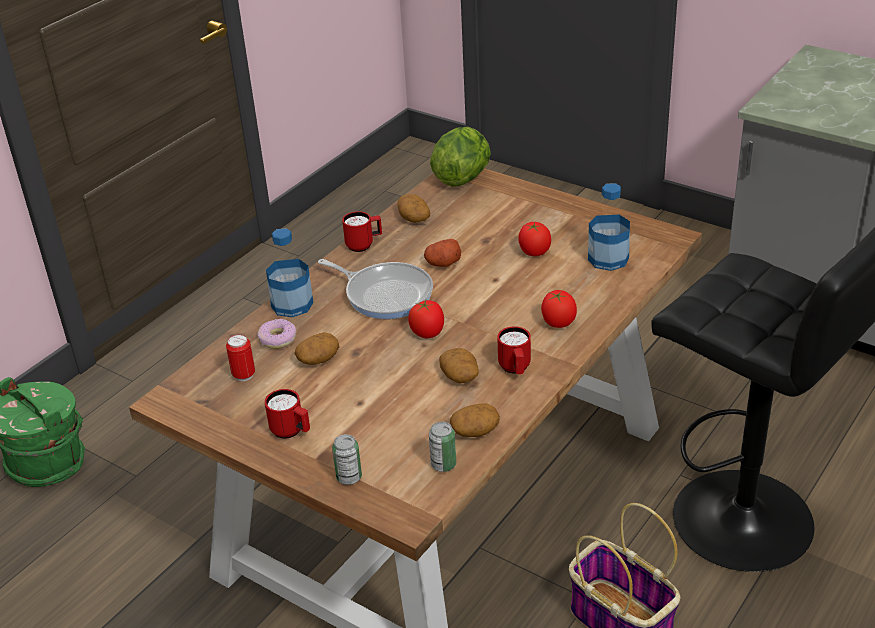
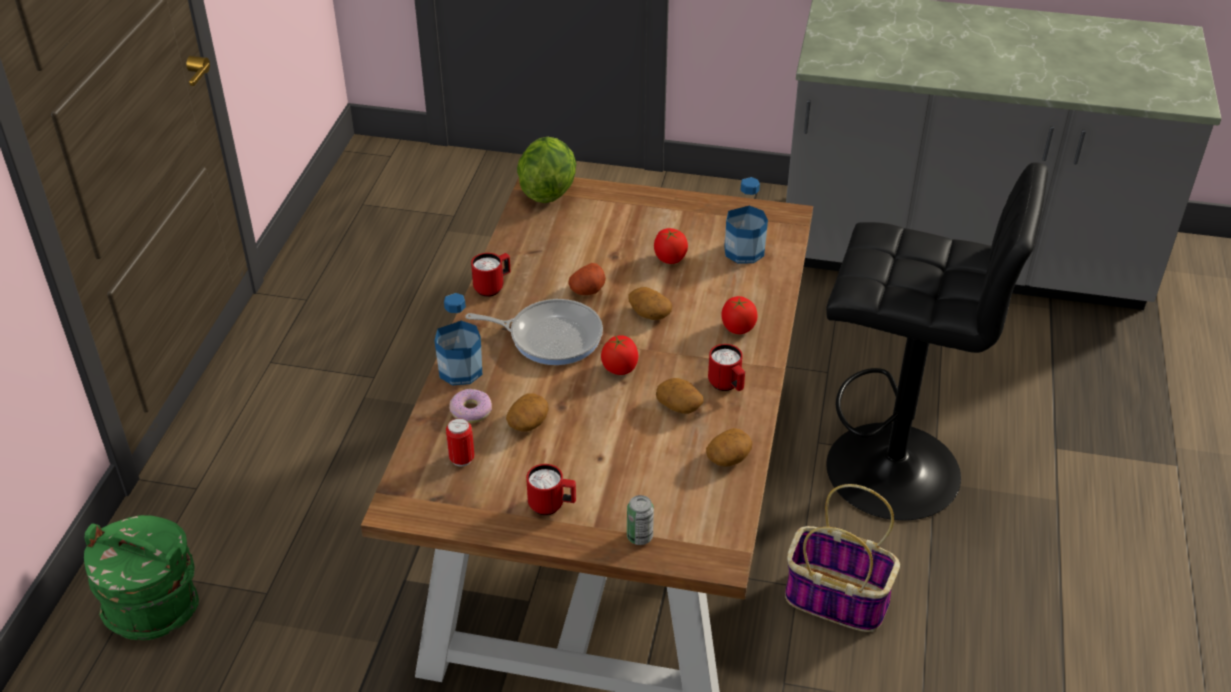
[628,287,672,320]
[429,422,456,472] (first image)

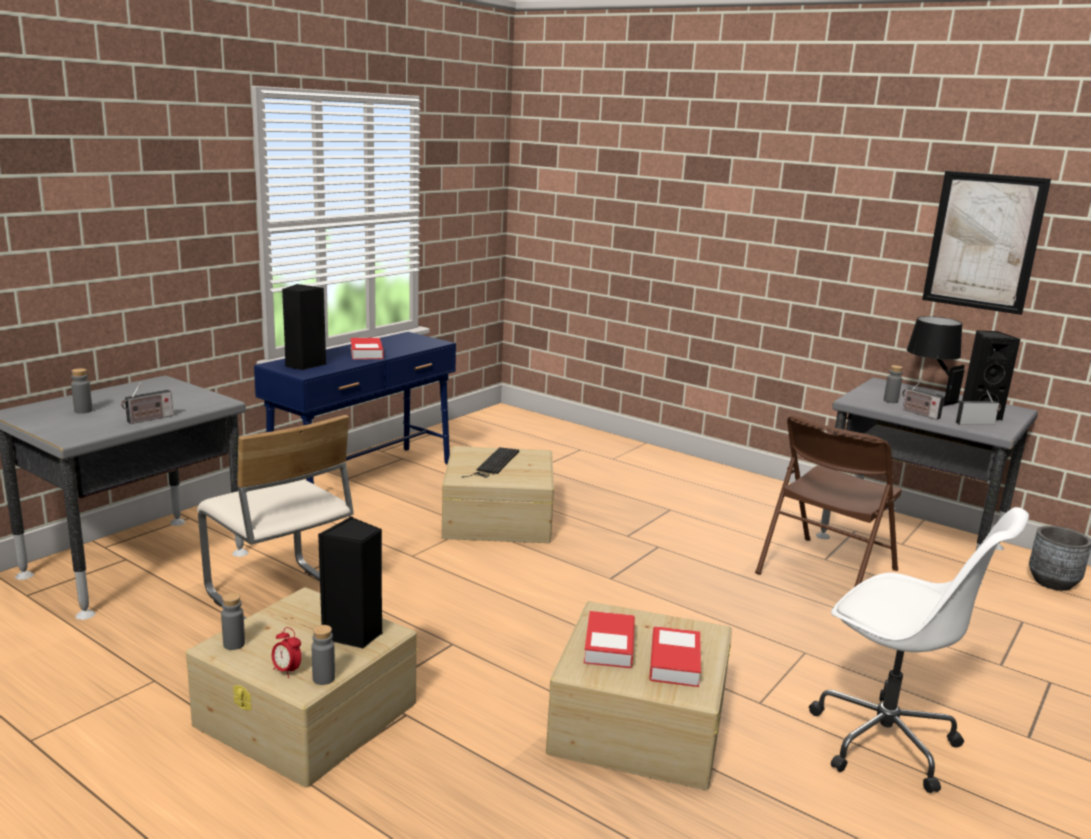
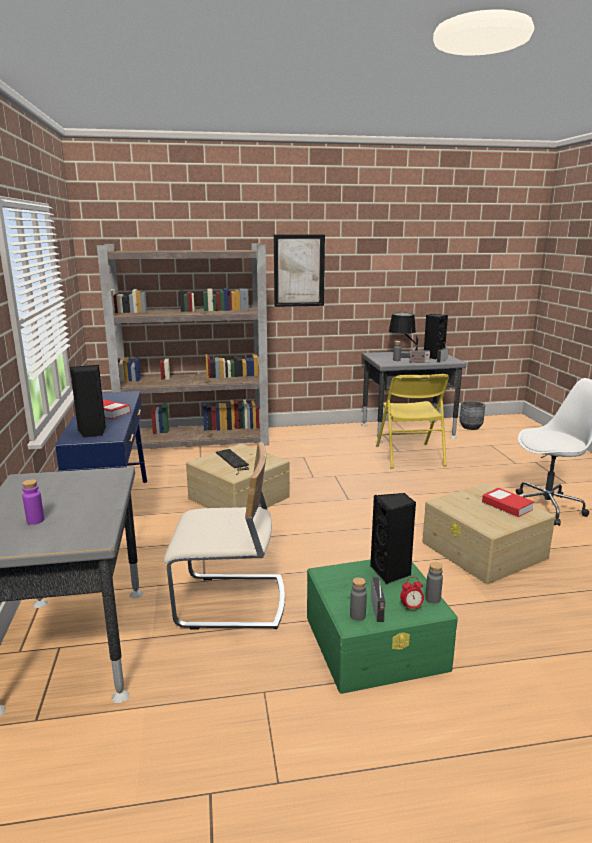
[22,479,44,525]
[371,577,385,622]
[307,560,458,694]
[584,611,635,668] (first image)
[376,374,449,469]
[274,234,325,307]
[97,243,269,450]

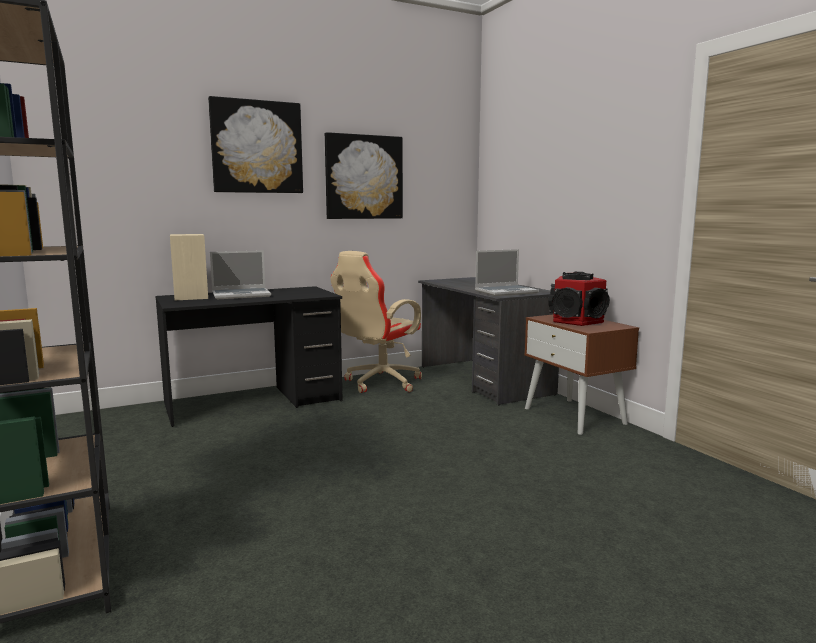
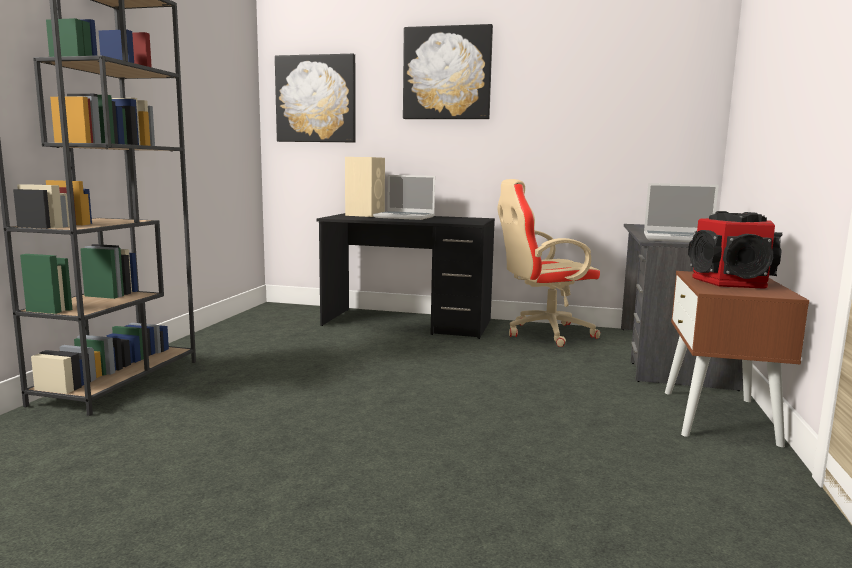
[275,54,356,143]

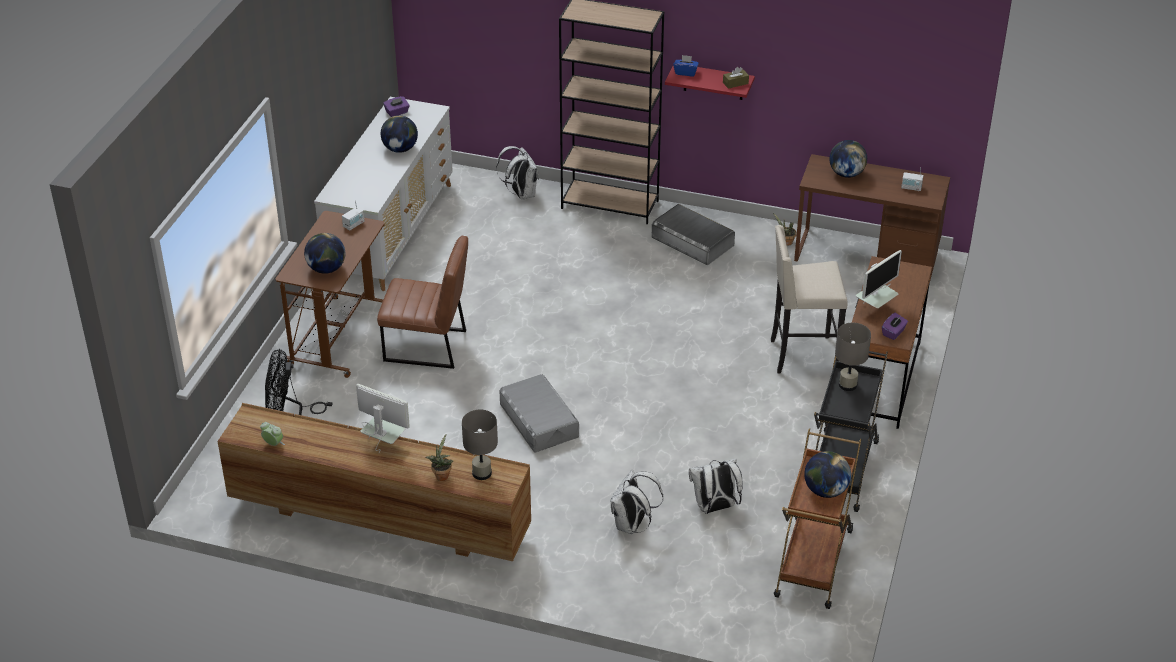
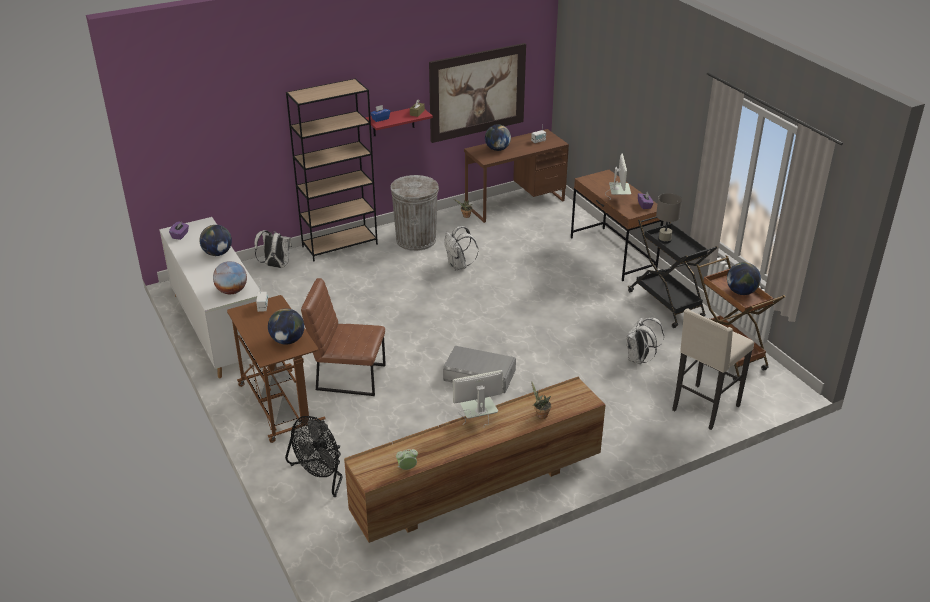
[301,278,386,396]
[462,410,498,480] (first image)
[445,226,478,271]
[390,175,439,251]
[672,309,754,430]
[213,261,247,294]
[429,43,526,143]

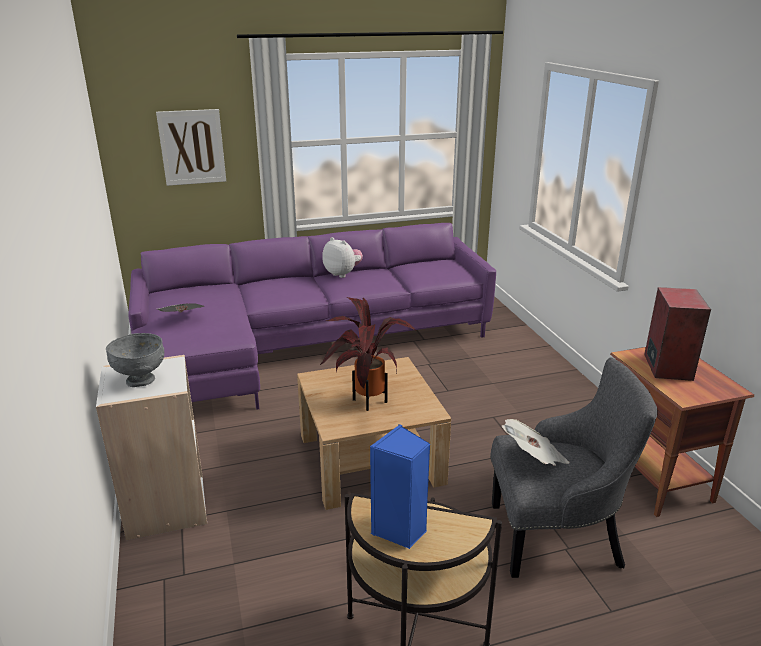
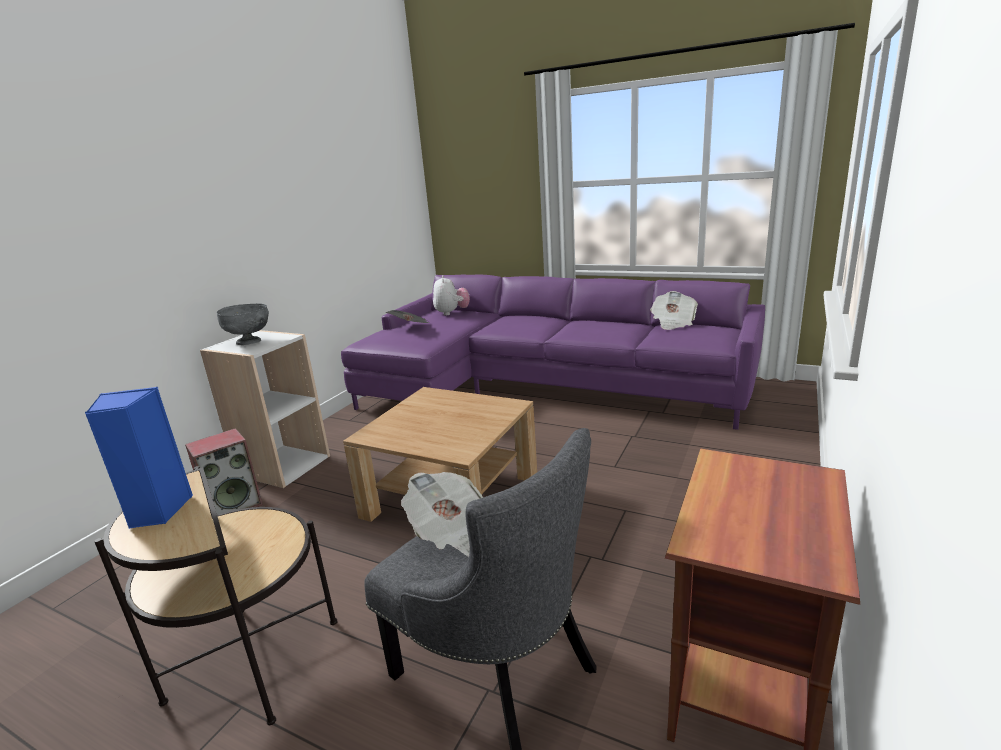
[156,109,226,186] (first image)
[320,297,415,411] (first image)
[433,275,470,315]
[185,428,263,514]
[650,291,698,330]

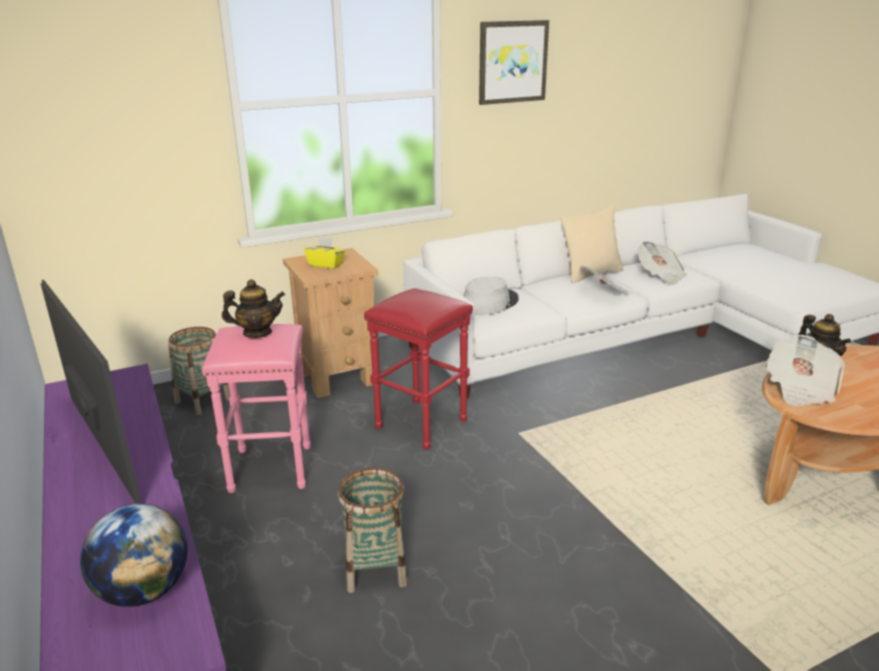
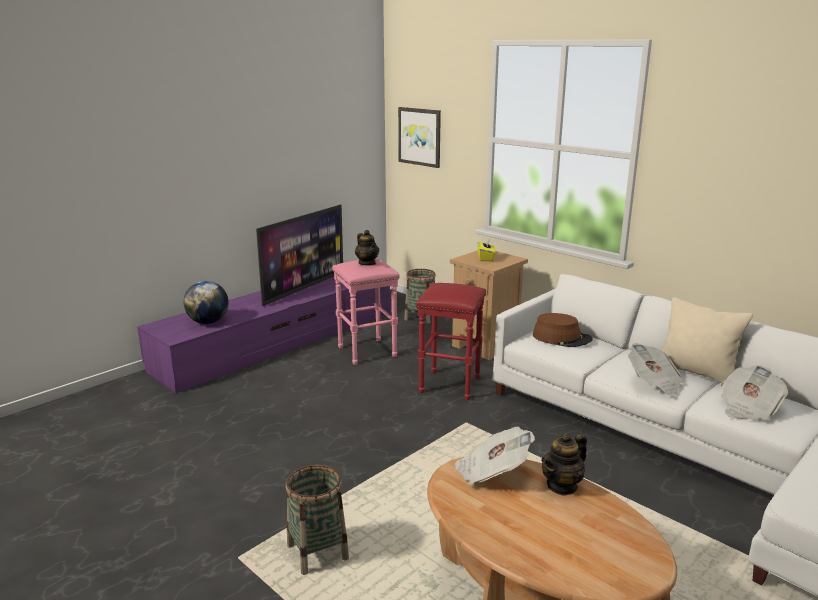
[286,464,349,575]
[533,313,593,347]
[398,107,441,168]

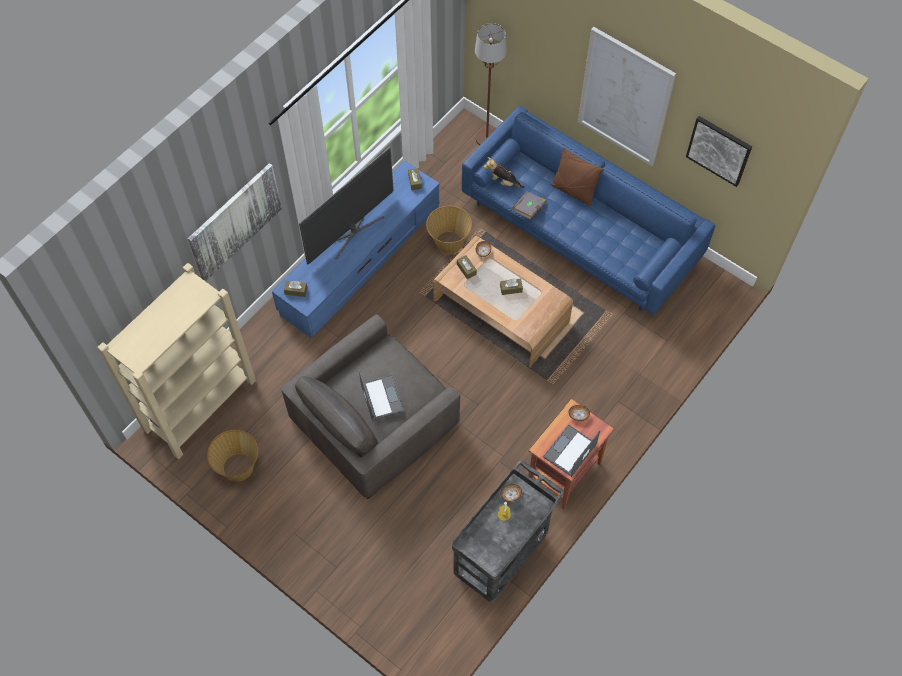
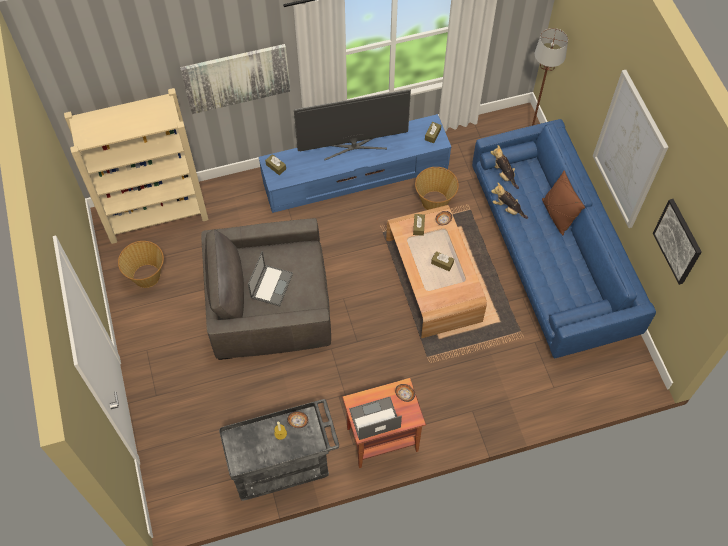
[491,183,528,219]

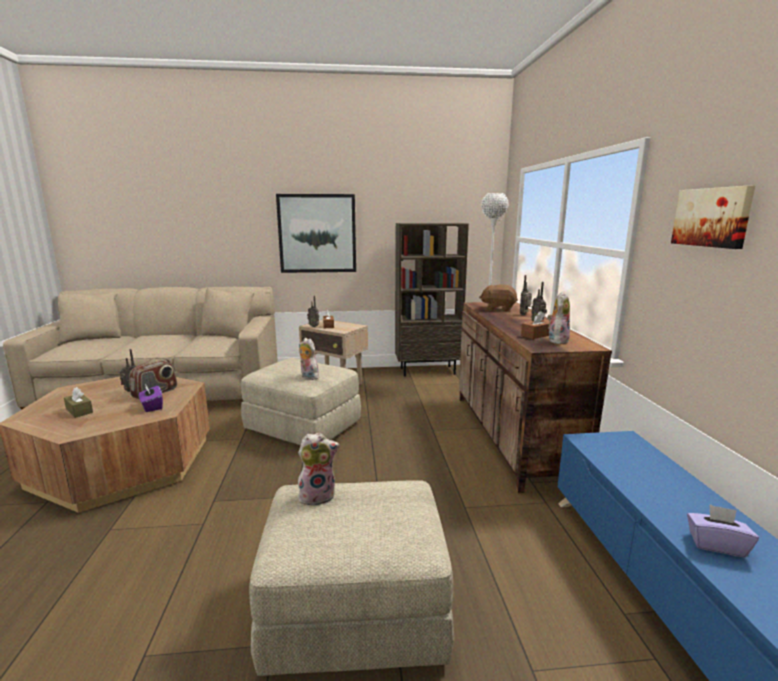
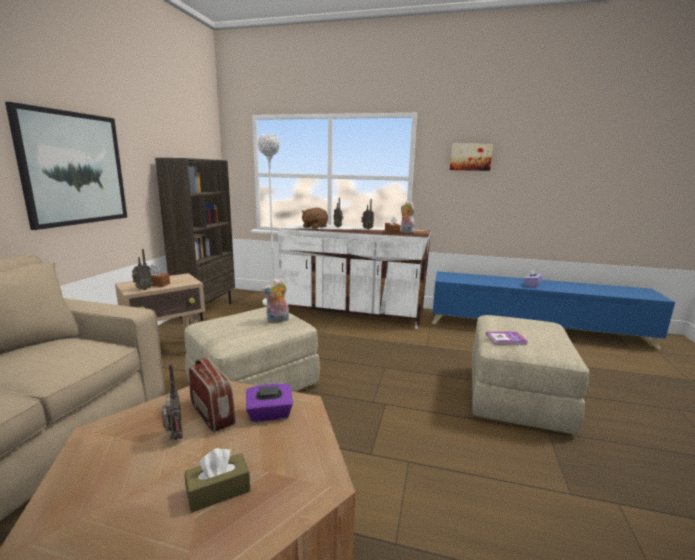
[486,332,528,345]
[278,223,431,329]

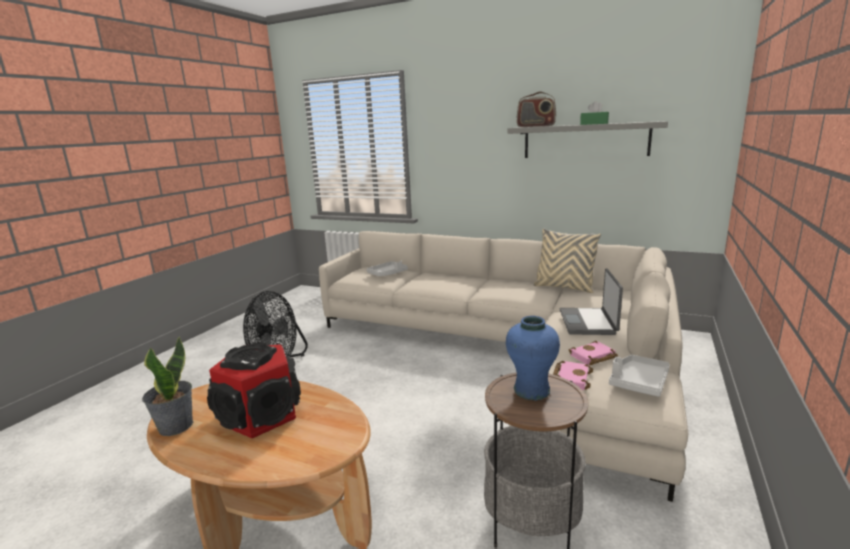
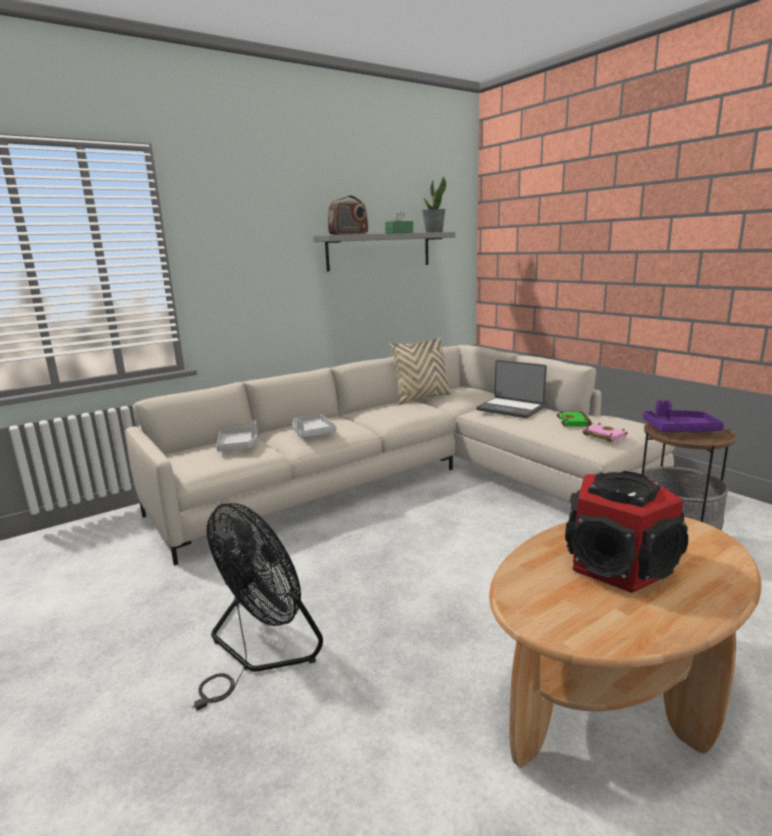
[422,176,446,233]
[643,400,724,432]
[557,411,592,427]
[293,414,337,438]

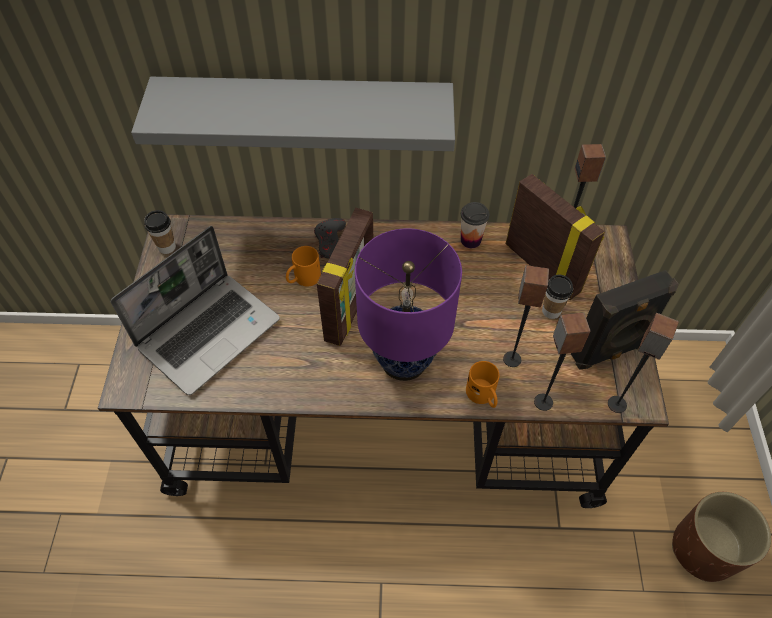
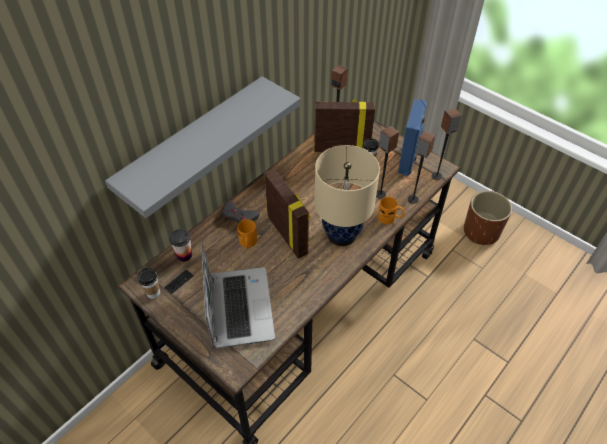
[314,145,380,246]
[169,229,192,262]
[398,99,427,176]

